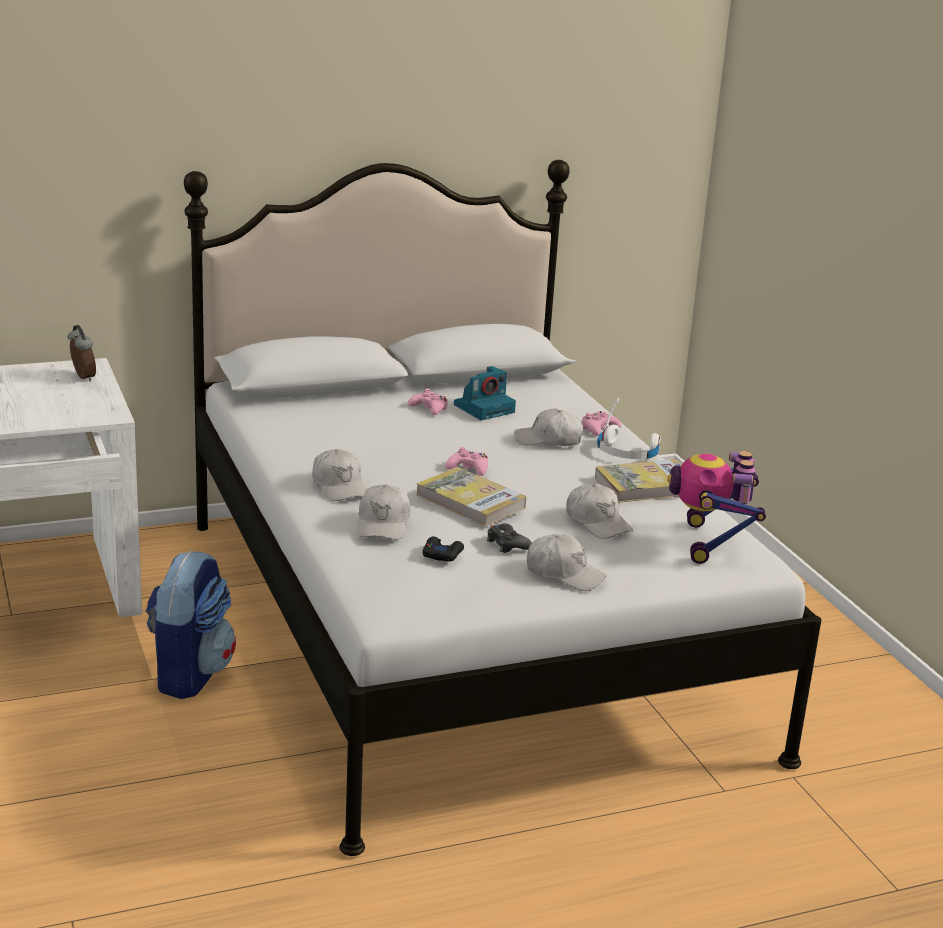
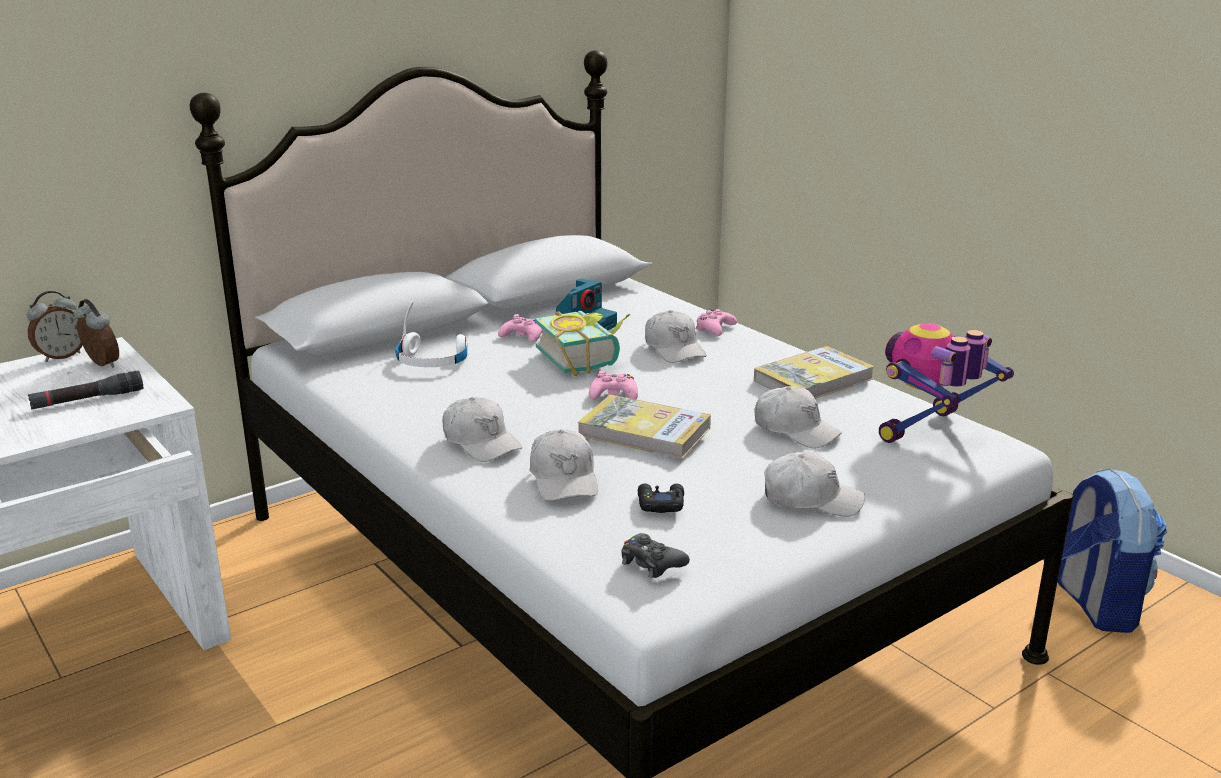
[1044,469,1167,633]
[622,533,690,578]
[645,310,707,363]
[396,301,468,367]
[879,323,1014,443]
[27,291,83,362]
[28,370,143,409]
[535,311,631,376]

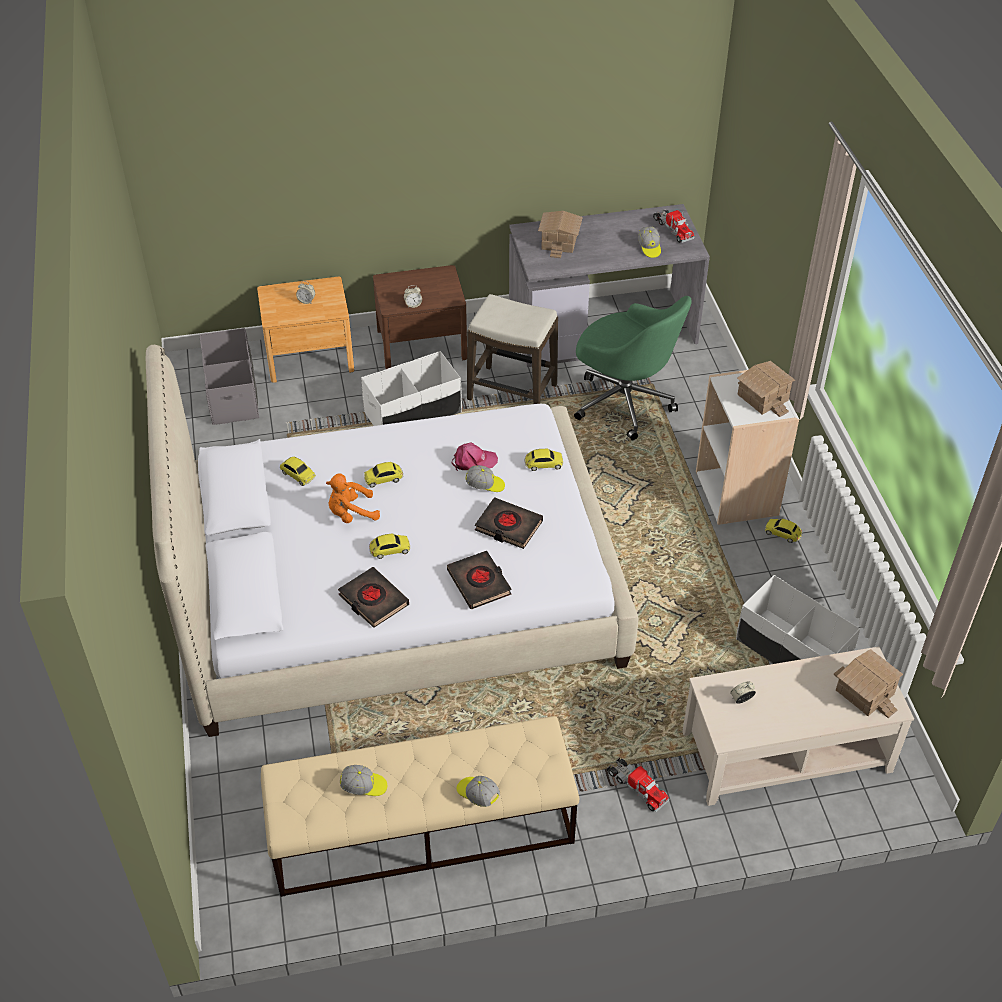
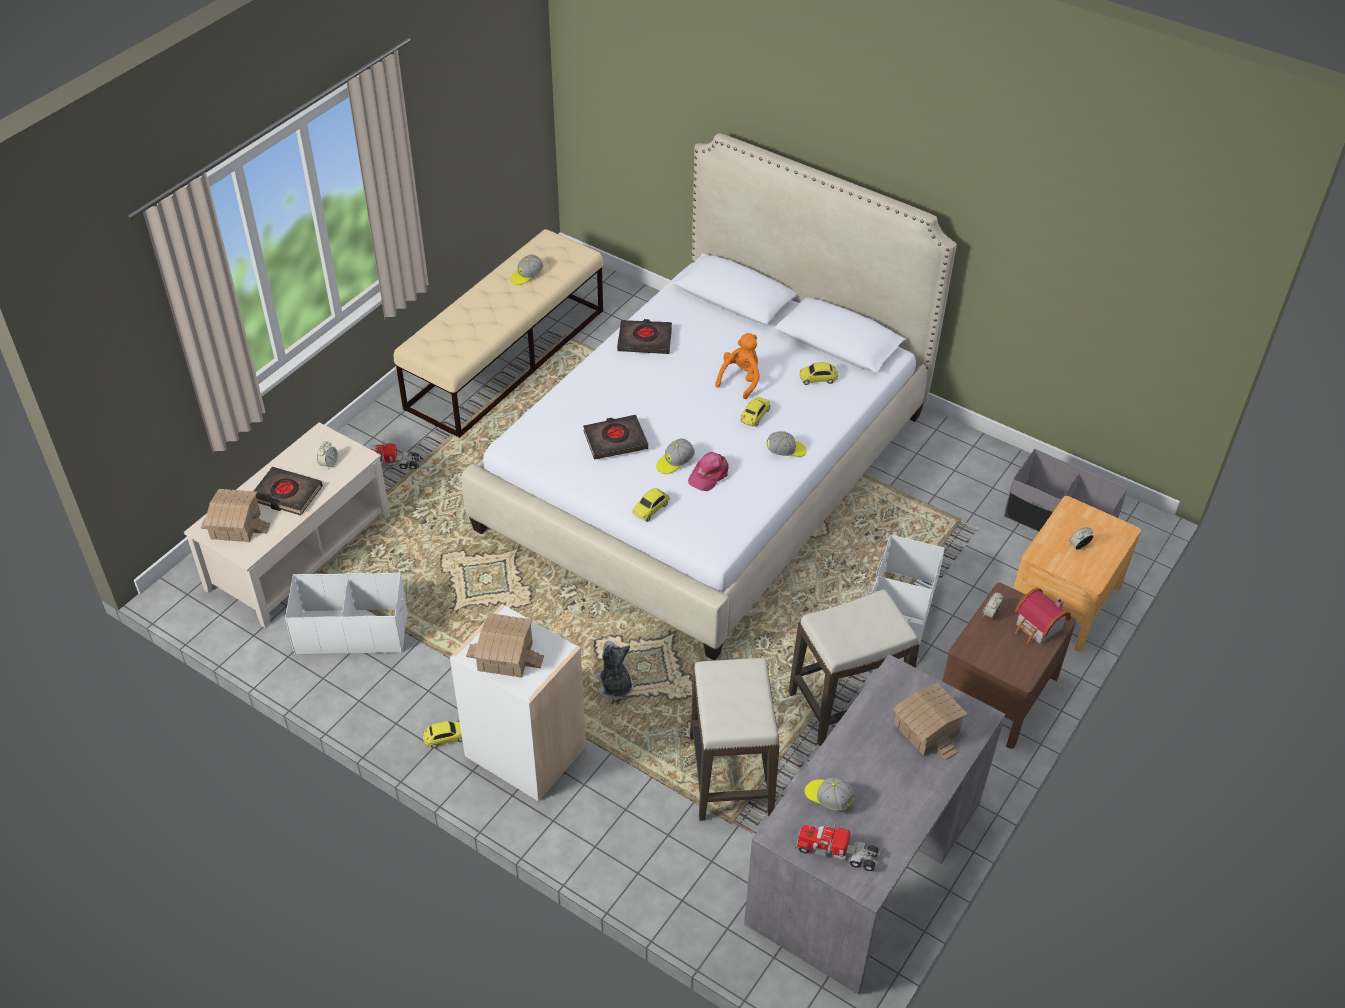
[369,533,410,559] (first image)
[254,467,323,515]
[767,431,807,457]
[690,658,780,821]
[596,641,634,700]
[1015,588,1071,644]

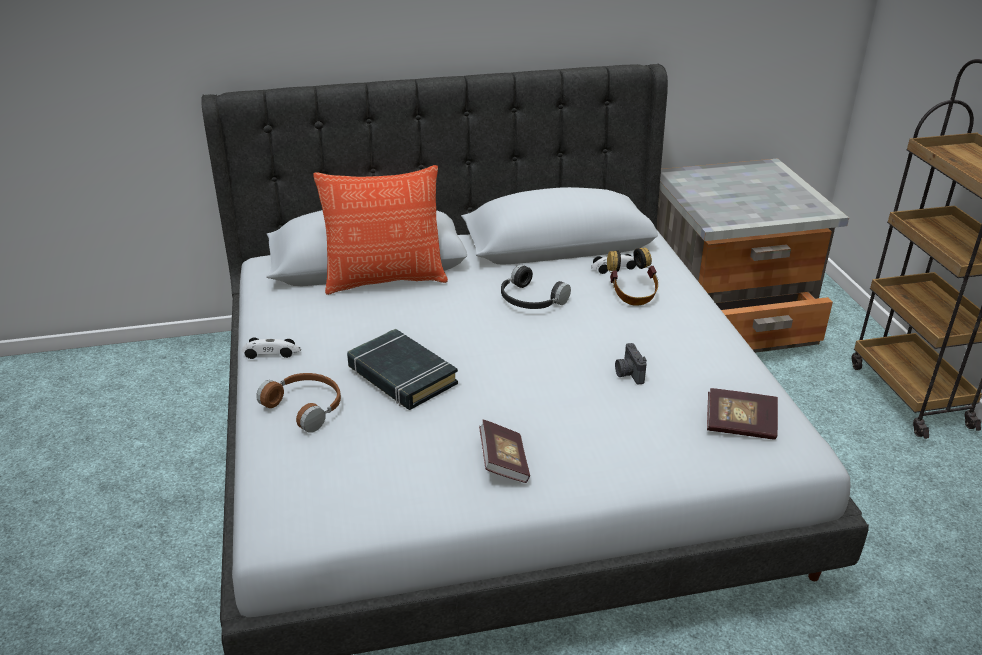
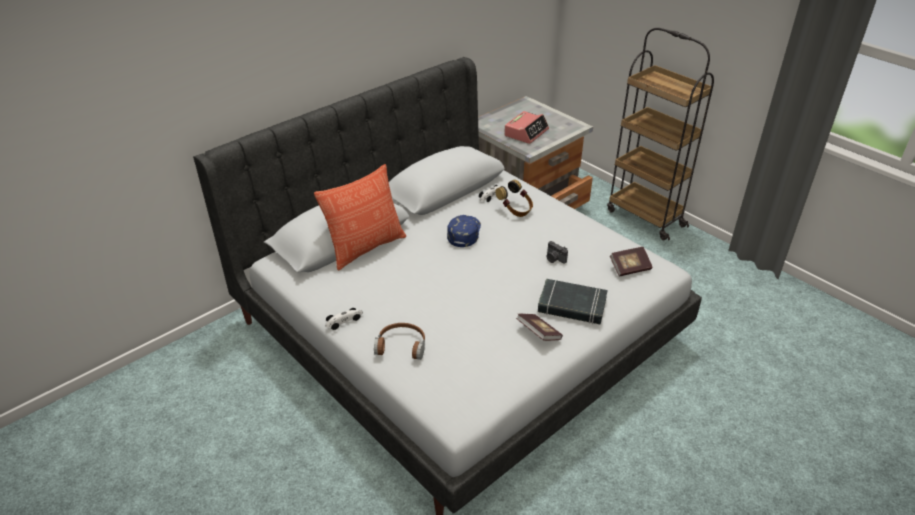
[538,279,608,324]
[447,215,481,247]
[504,111,549,144]

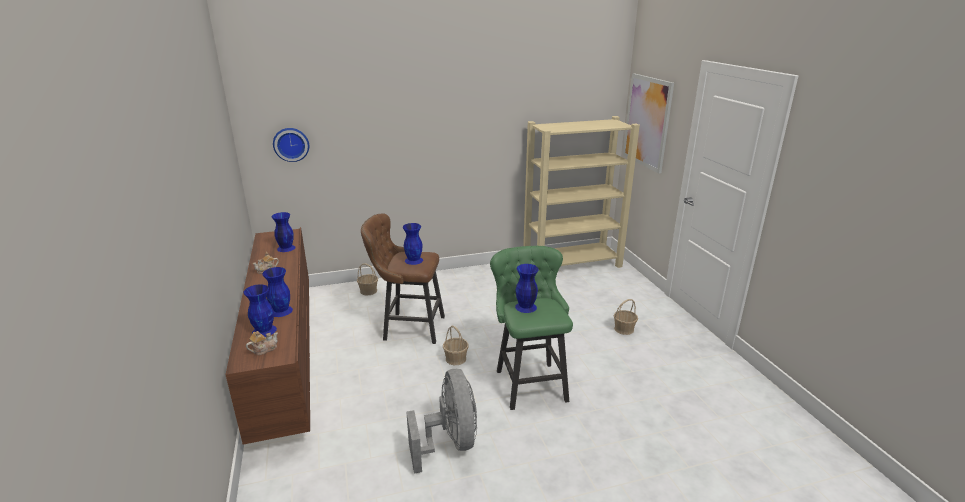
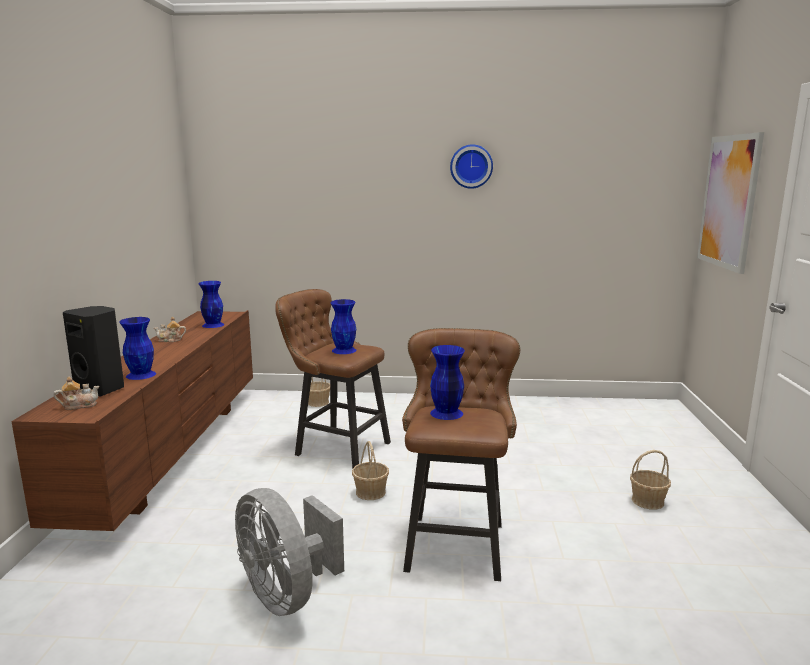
[63,306,124,396]
[450,144,493,189]
[235,488,344,616]
[402,328,520,581]
[523,116,640,268] (first image)

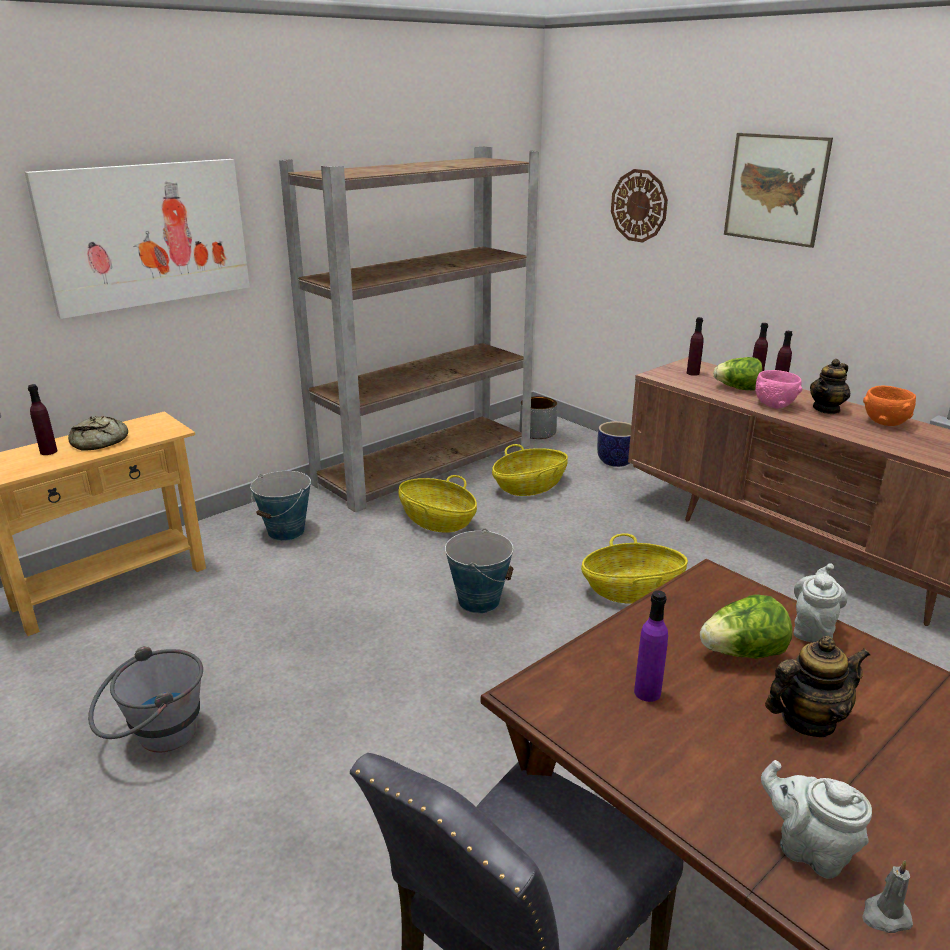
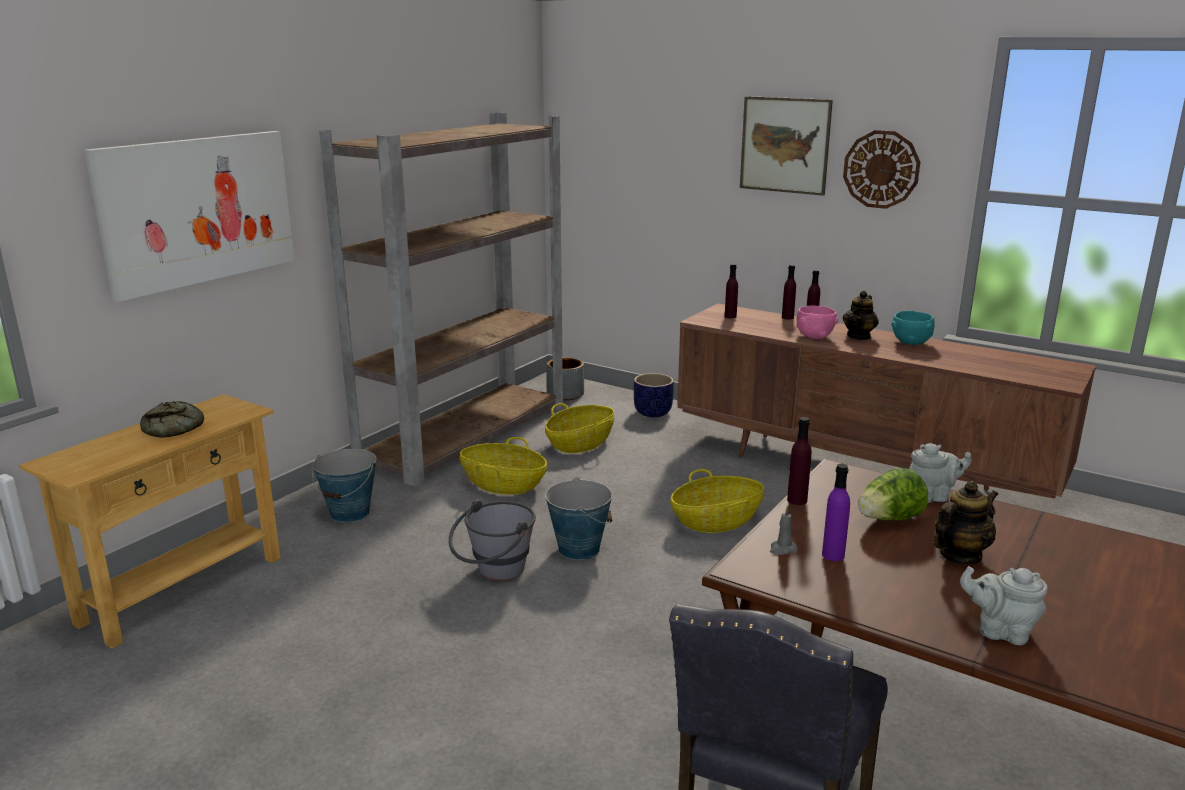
[787,417,811,505]
[449,499,536,581]
[843,130,920,209]
[713,357,763,391] (first image)
[909,443,972,503]
[770,506,798,555]
[892,311,934,345]

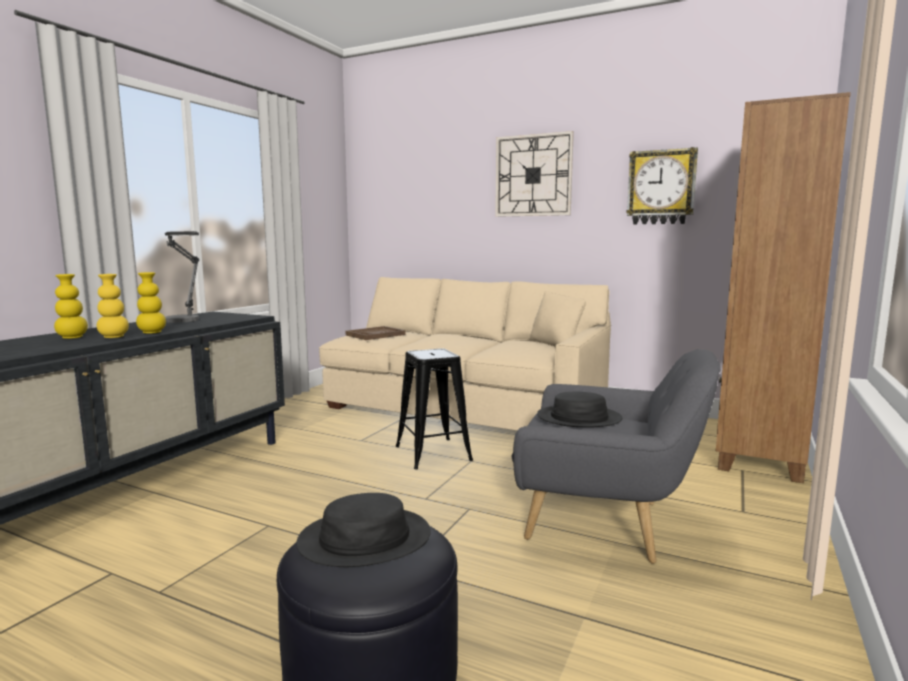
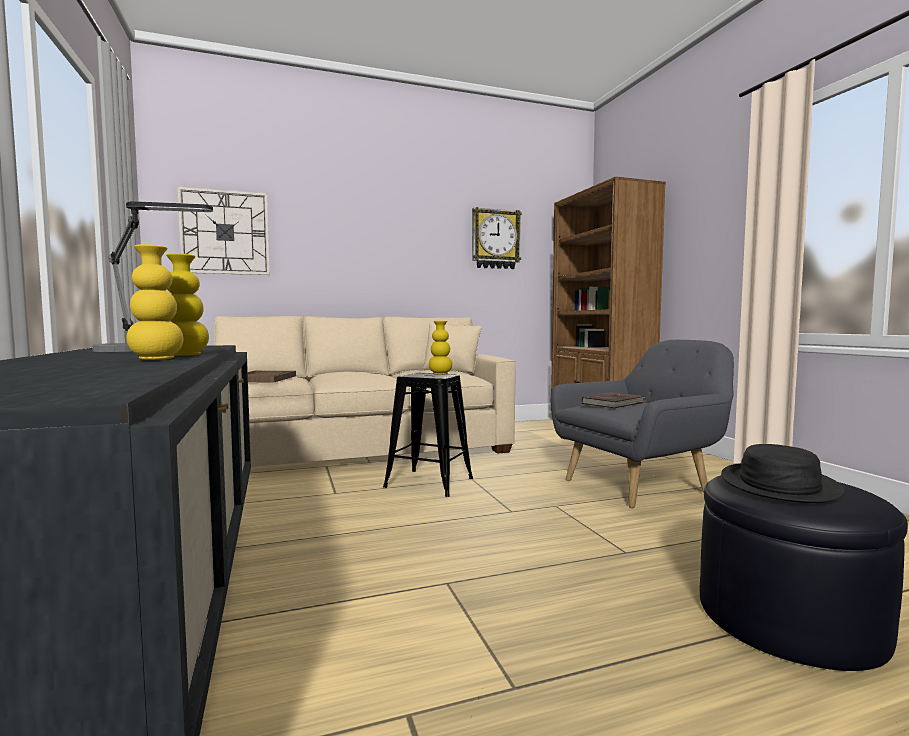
[429,320,452,375]
[177,186,270,275]
[582,392,645,408]

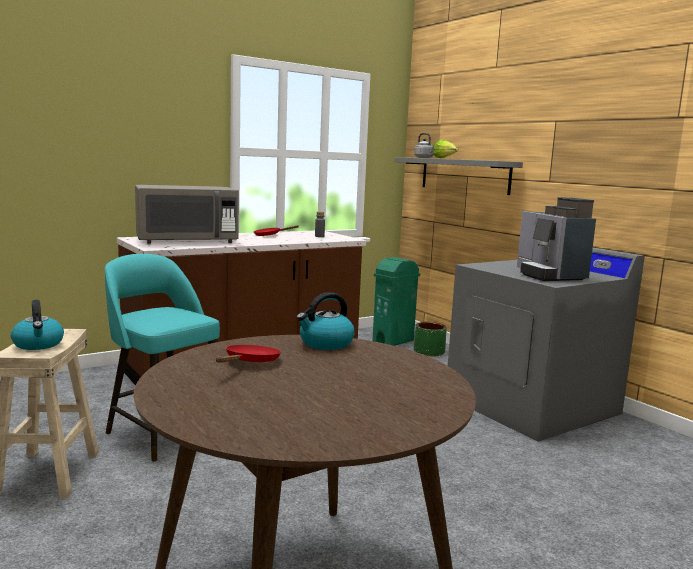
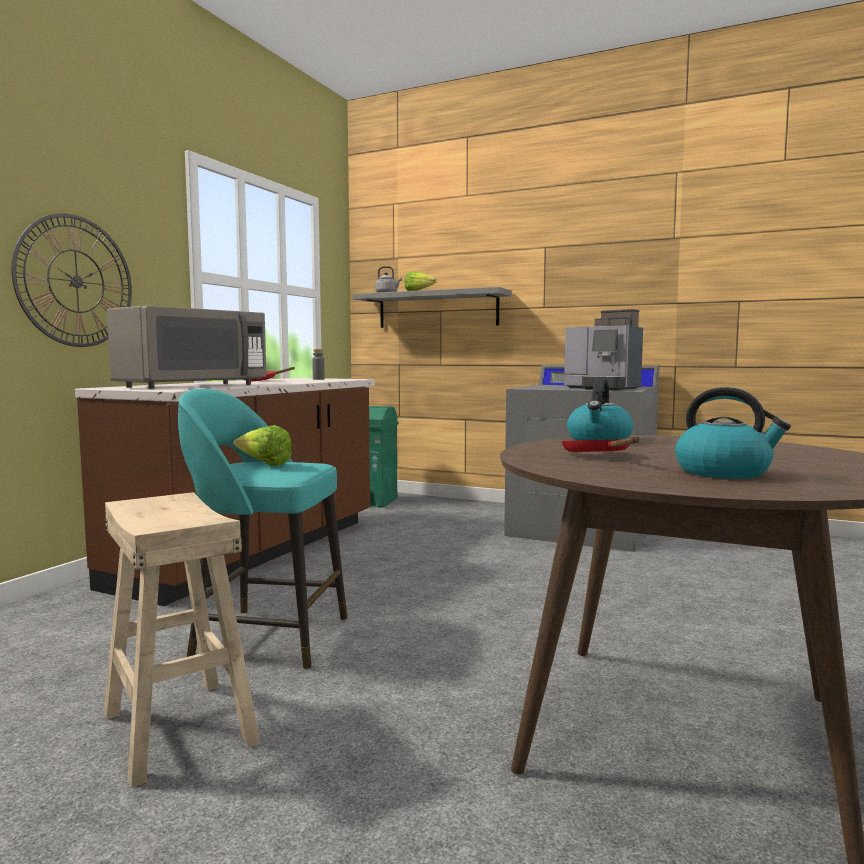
[675,387,791,479]
[414,322,447,357] (first image)
[11,213,132,347]
[233,425,292,466]

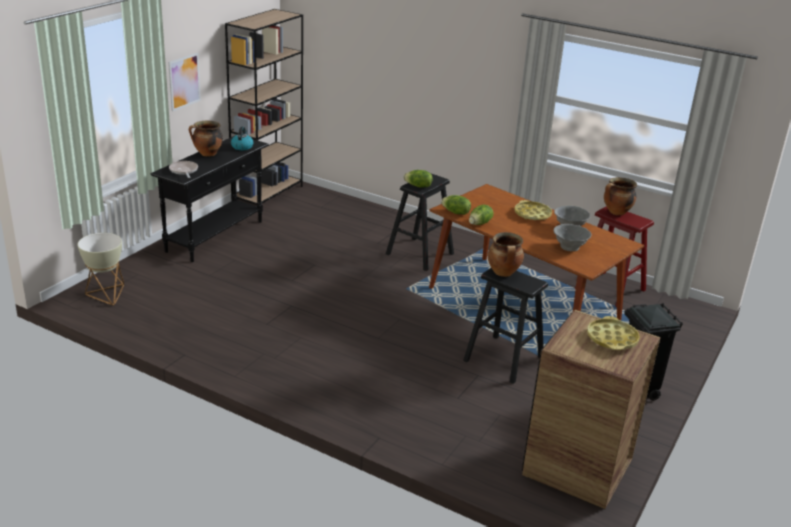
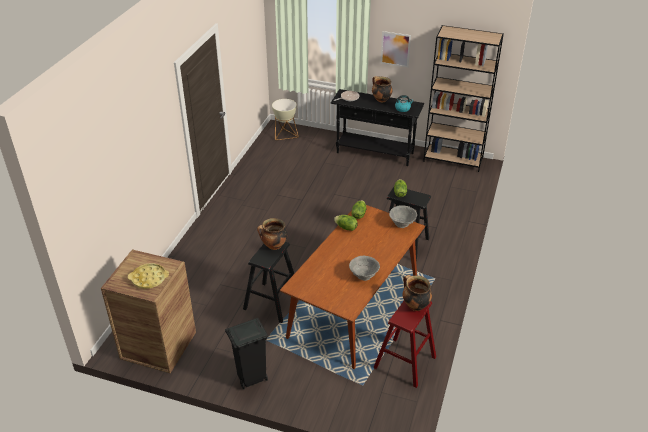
[514,200,552,220] (first image)
[389,205,417,228]

